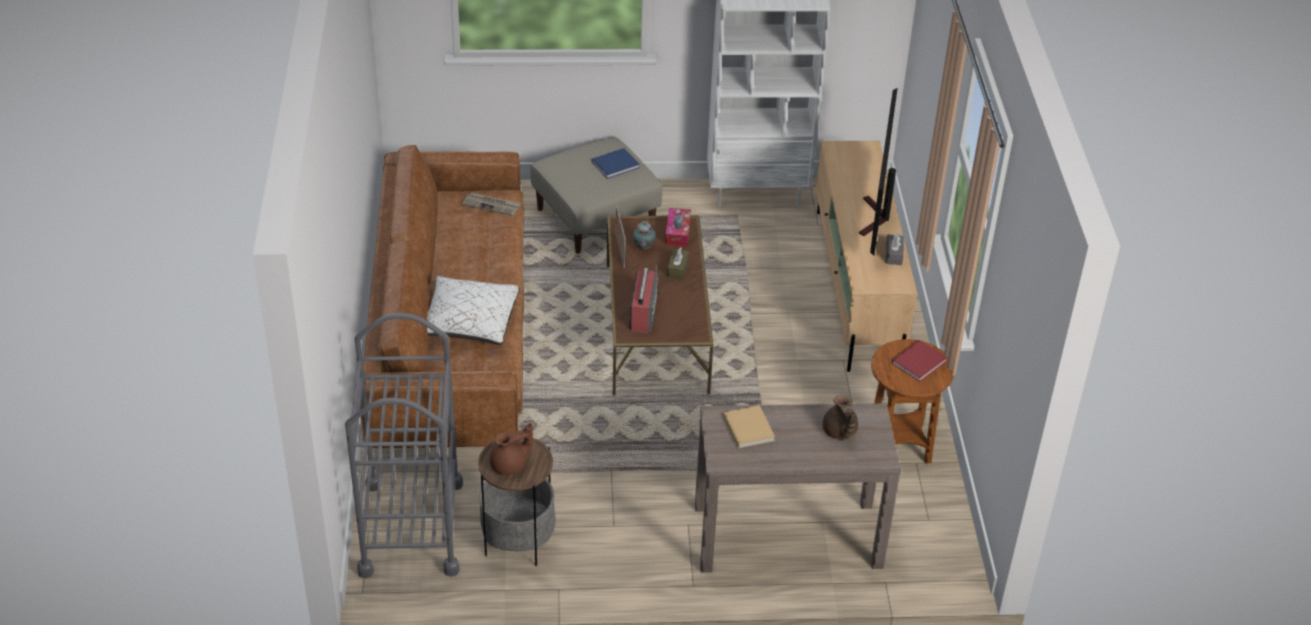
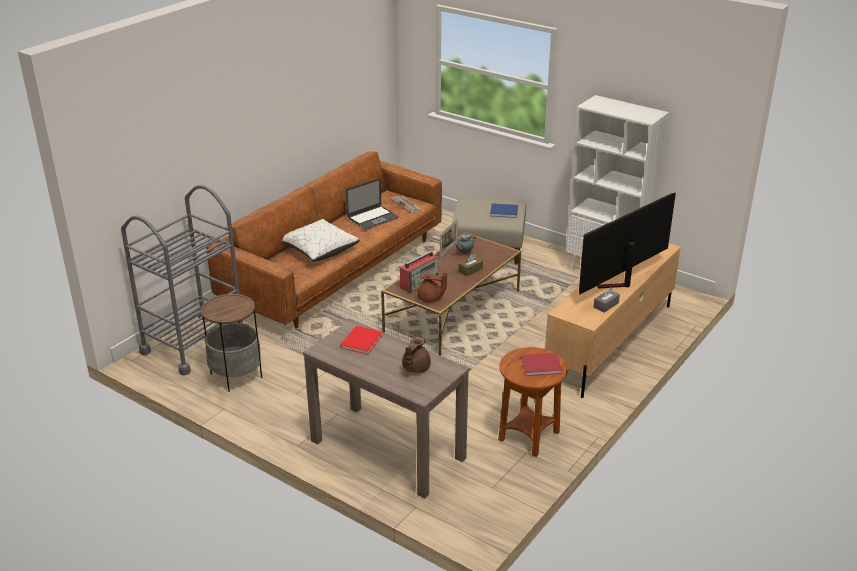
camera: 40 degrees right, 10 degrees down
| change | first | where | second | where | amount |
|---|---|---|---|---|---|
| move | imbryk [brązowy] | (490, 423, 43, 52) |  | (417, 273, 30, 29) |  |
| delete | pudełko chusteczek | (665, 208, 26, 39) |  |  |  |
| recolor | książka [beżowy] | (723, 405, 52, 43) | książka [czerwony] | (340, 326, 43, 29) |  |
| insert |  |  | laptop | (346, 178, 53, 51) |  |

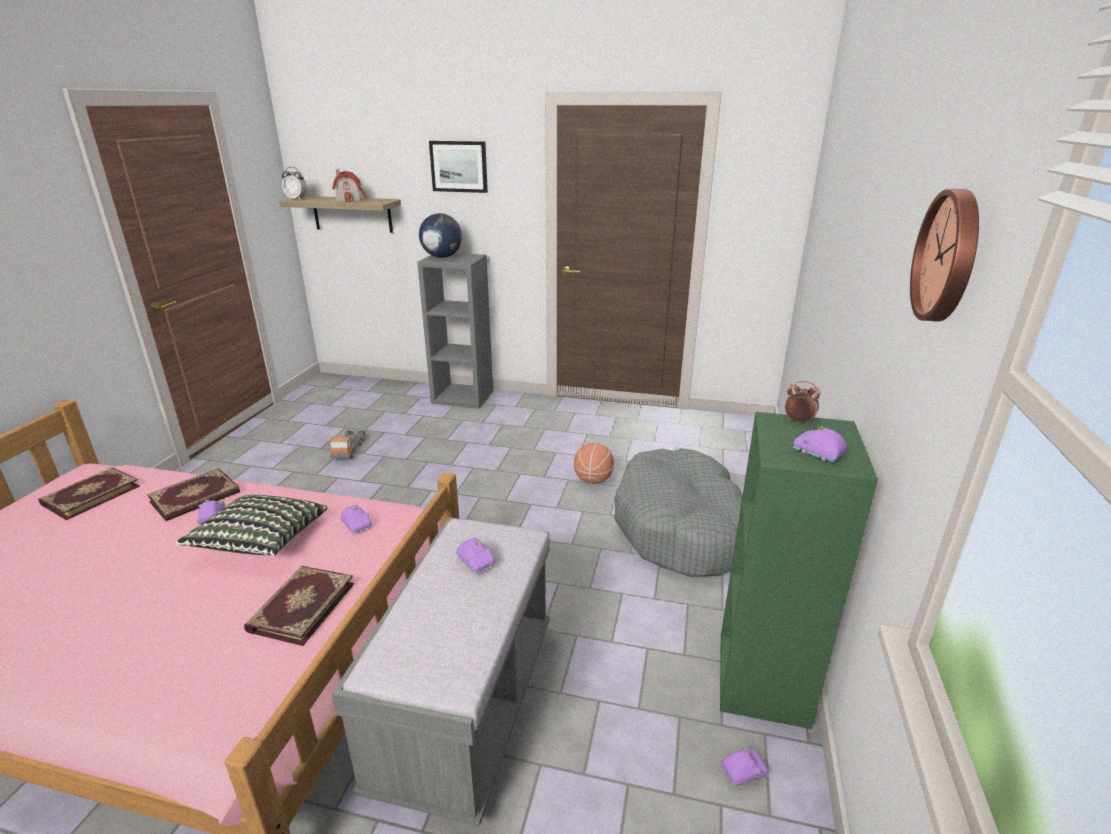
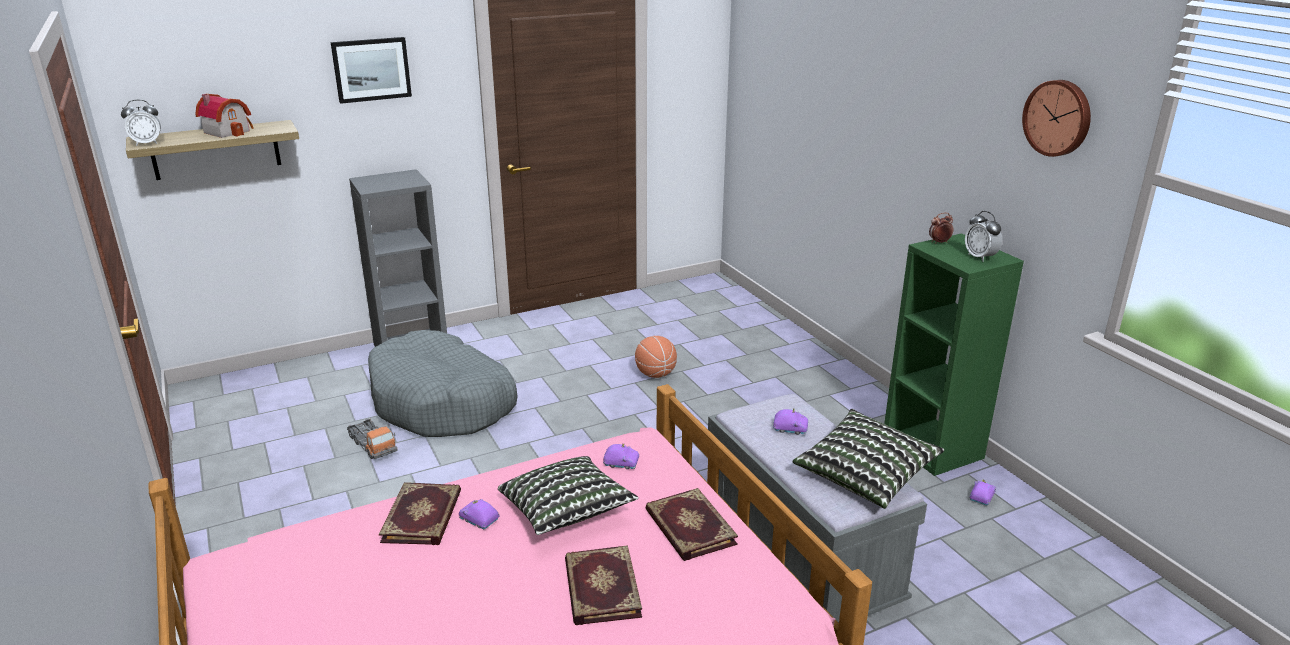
camera: 40 degrees left, 0 degrees up
| change | first | where | second | where | amount |
|---|---|---|---|---|---|
| move | książka | (38, 467, 102, 53) |  | (565, 545, 77, 80) |  |
| delete | globus | (419, 213, 43, 45) |  |  |  |
| move | legowisko [szary] | (614, 448, 129, 129) |  | (368, 330, 149, 107) |  |
| replace | samochodzik [fioletowy] | (793, 426, 54, 36) | budzik | (965, 211, 37, 51) |  |
| insert |  |  | poduszka | (793, 409, 151, 100) |  |

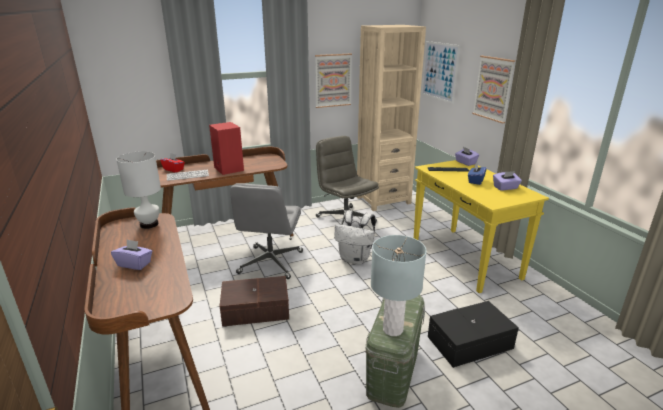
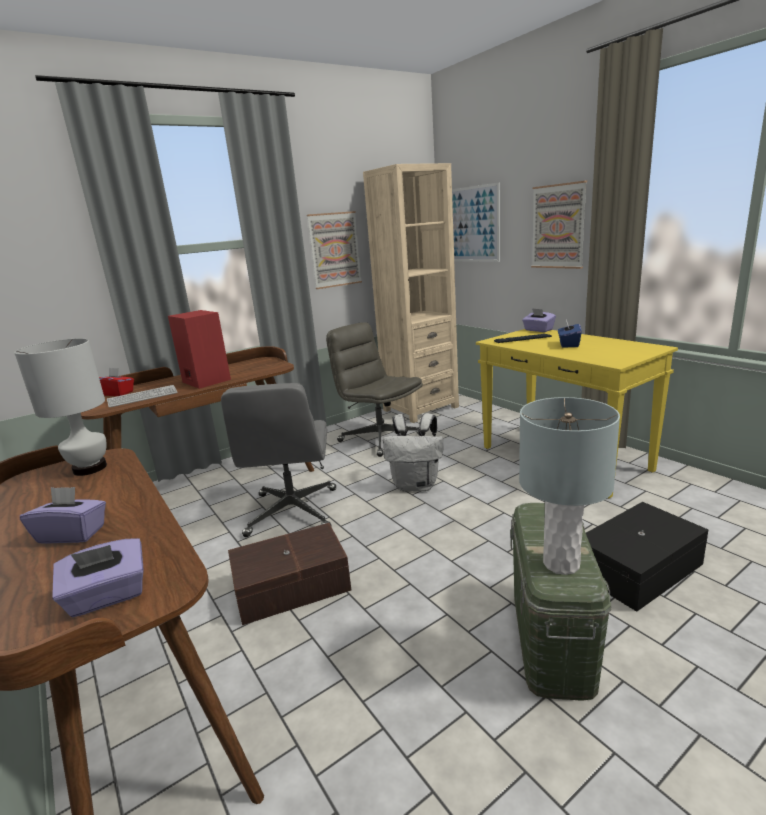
camera: 10 degrees left, 5 degrees down
| change | first | where | second | where | amount |
|---|---|---|---|---|---|
| move | pudełko chusteczek [fioletowy] | (493, 171, 29, 20) |  | (52, 538, 92, 79) |  |

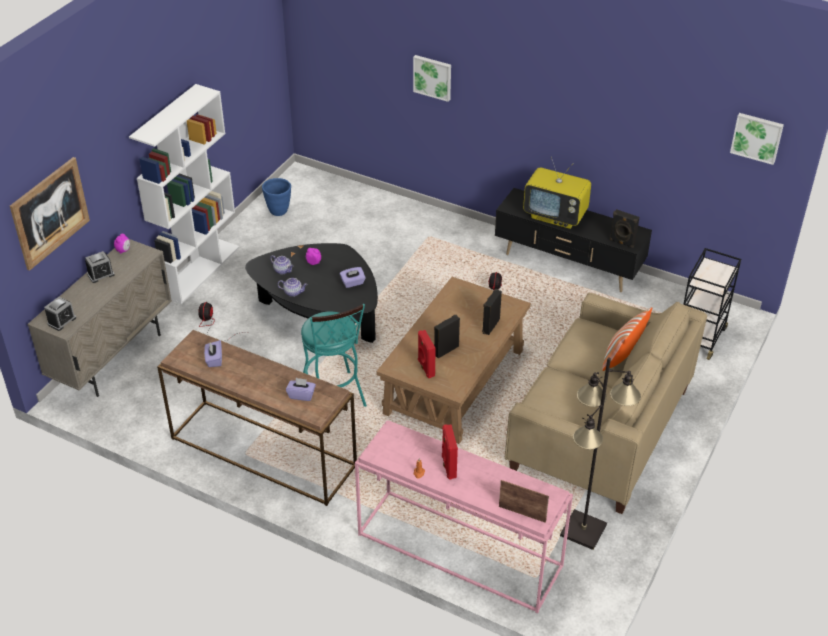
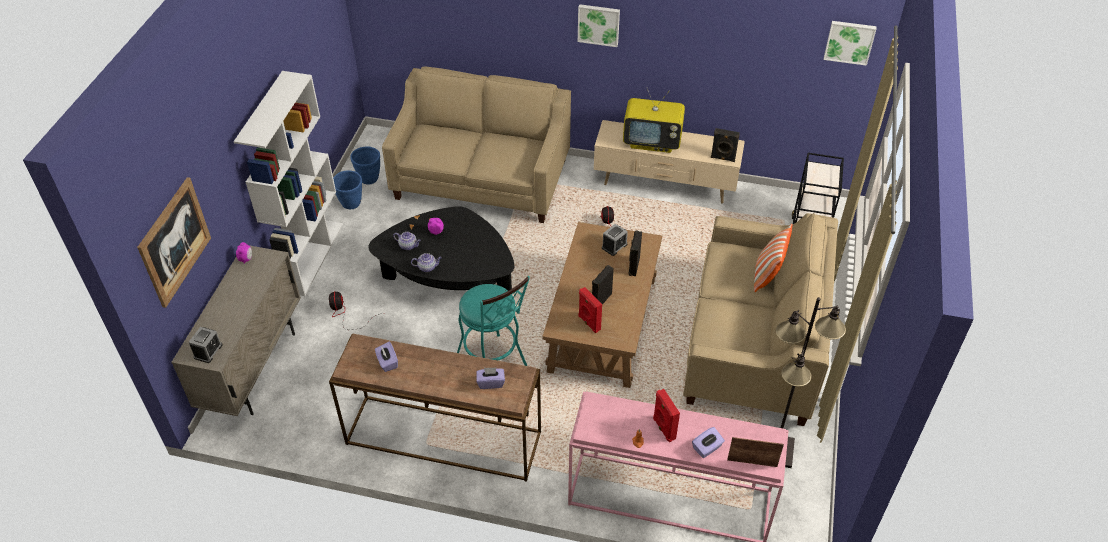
camera: 15 degrees left, 5 degrees up
| change | first | where | second | where | amount |
|---|---|---|---|---|---|
| move | budzik | (85, 251, 30, 32) |  | (602, 224, 26, 32) |  |
| move | pudełko chusteczek [fioletowy] | (340, 267, 26, 21) |  | (692, 427, 33, 31) |  |
| move | obraz | (413, 55, 38, 47) |  | (578, 4, 42, 43) |  |
| recolor | szafka pod telewizor [czarny] | (495, 188, 157, 104) | szafka pod telewizor [beżowy] | (594, 120, 151, 84) |  |
| insert |  |  | donica [niebieski] | (333, 170, 29, 39) |  |
| insert |  |  | kanapa [beżowy] | (382, 67, 189, 156) |  |

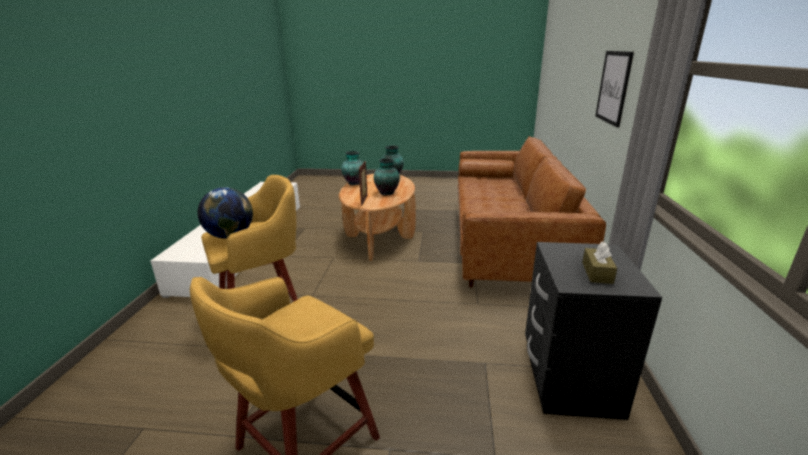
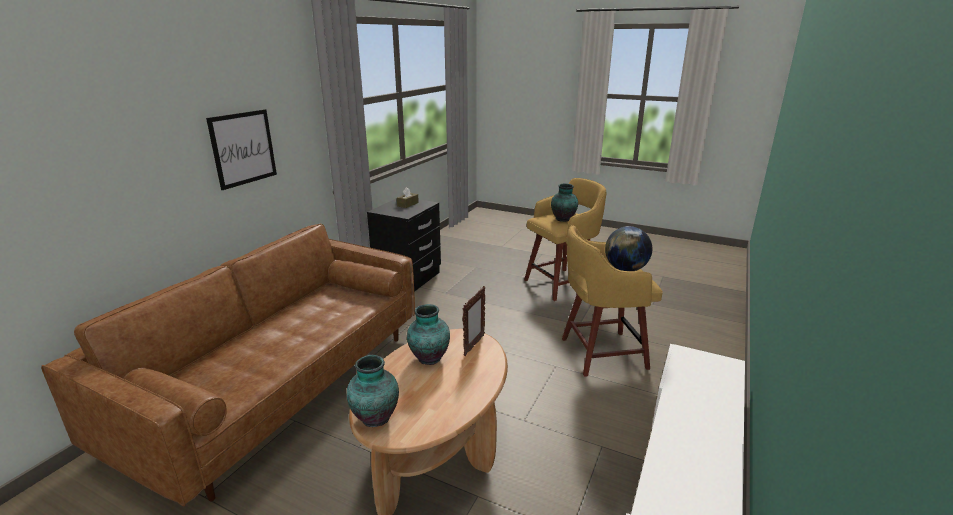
camera: 160 degrees left, 0 degrees up
| change | first | where | second | where | amount |
|---|---|---|---|---|---|
| move | wazon | (341, 151, 22, 34) |  | (551, 184, 27, 38) |  |

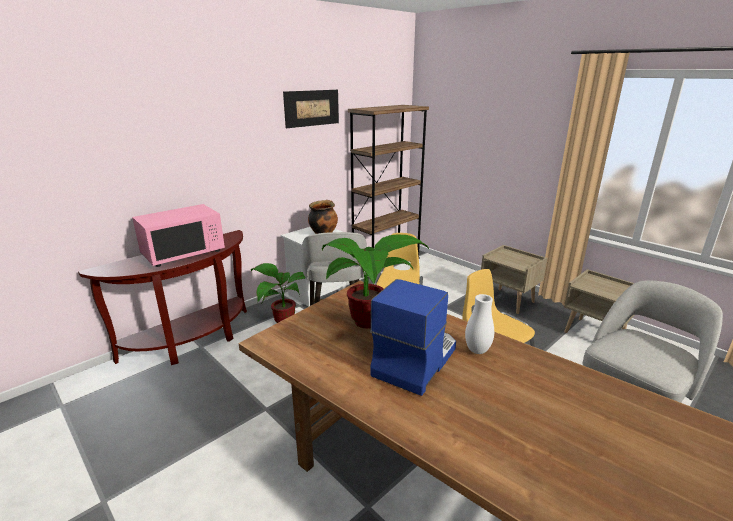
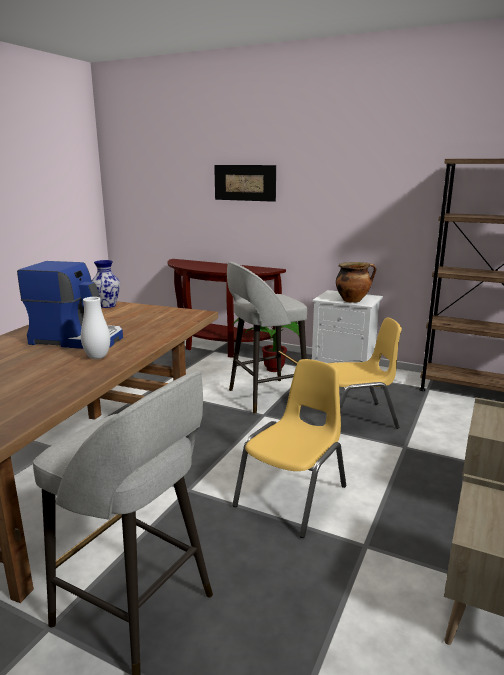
camera: 70 degrees right, 5 degrees down
| change | first | where | second | where | amount |
|---|---|---|---|---|---|
| delete | mikrofalówka [różowy] | (132, 204, 93, 63) |  |  |  |
| move | obraz | (283, 90, 56, 38) |  | (214, 165, 62, 37) |  |
| delete | roślina doniczkowa | (322, 235, 107, 93) |  |  |  |
| insert |  |  | wazon | (92, 260, 28, 48) |  |

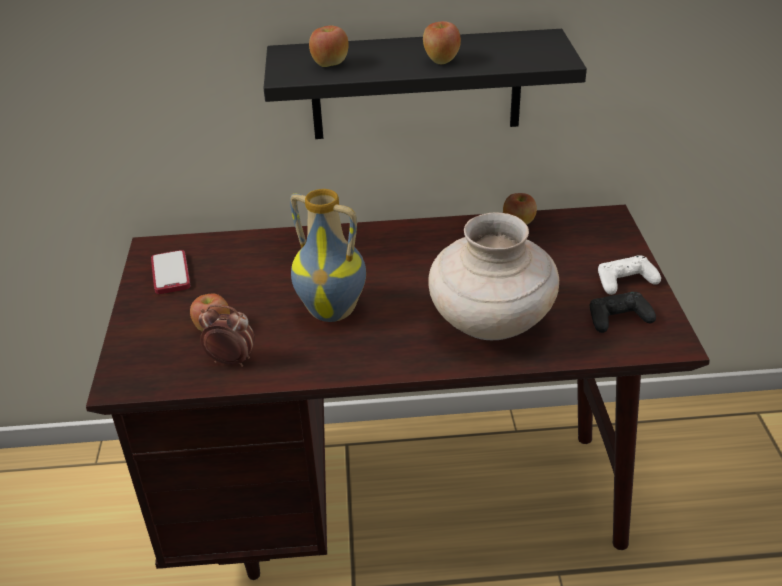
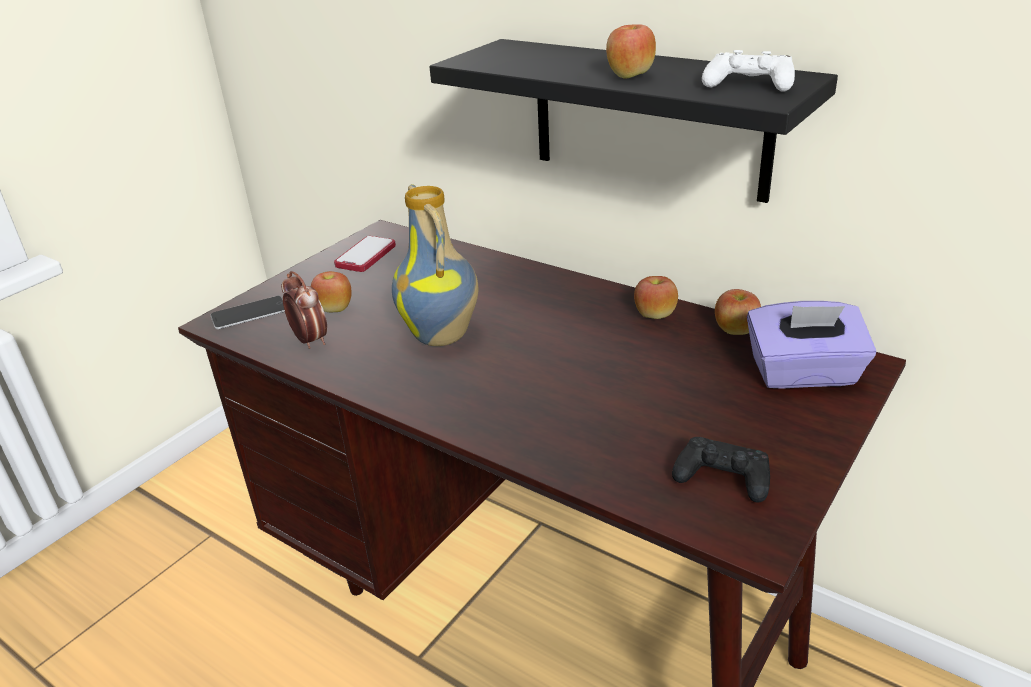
camera: 40 degrees right, 5 degrees down
| change | first | where | second | where | amount |
|---|---|---|---|---|---|
| move | jabłko | (309, 25, 39, 42) |  | (634, 276, 44, 43) |  |
| delete | wazon [beżowy] | (428, 212, 131, 128) |  |  |  |
| move | pad do gier [biały] | (598, 256, 63, 39) |  | (702, 50, 93, 42) |  |
| insert |  |  | telefon | (210, 296, 75, 33) |  |
| insert |  |  | pudełko chusteczek [fioletowy] | (747, 301, 129, 88) |  |

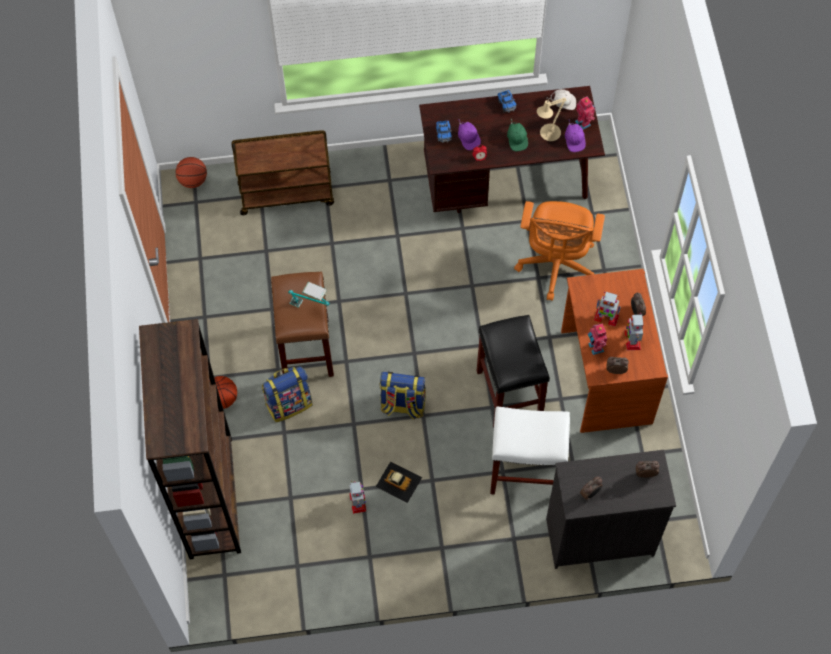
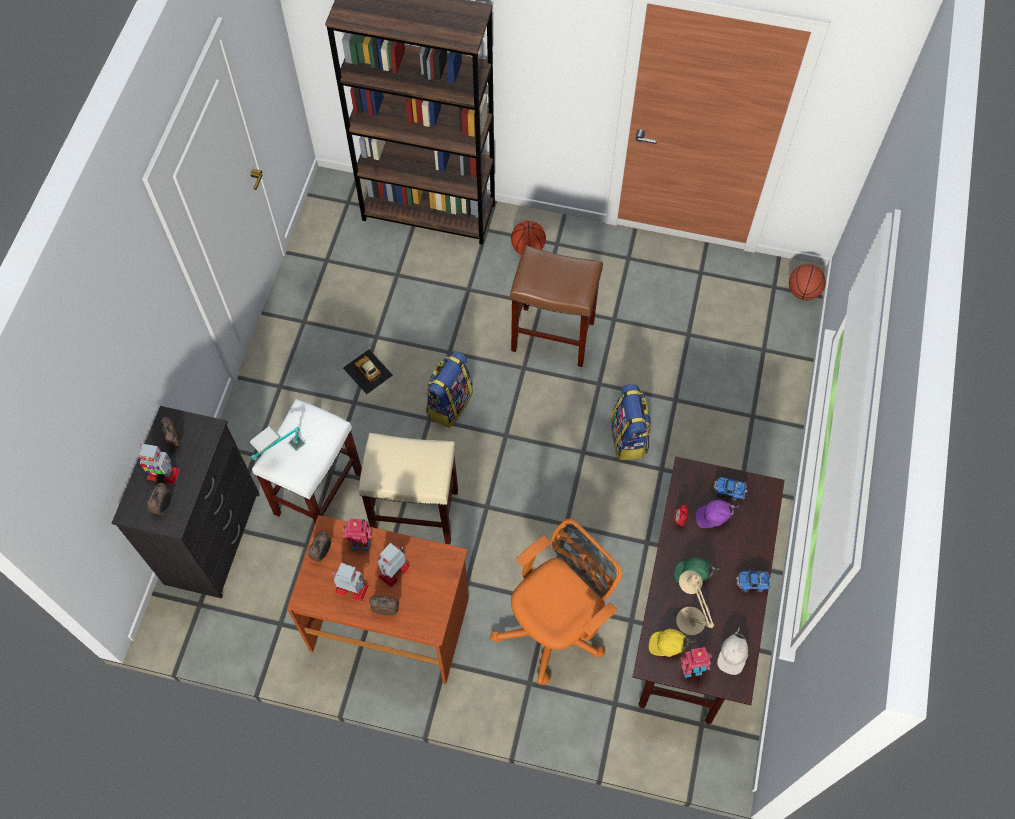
camera: 110 degrees right, 0 degrees up
| change | first | where | second | where | amount |
|---|---|---|---|---|---|
| delete | wózek [brązowy] | (231, 130, 103, 85) |  |  |  |
| move | plecak | (262, 366, 50, 56) |  | (610, 384, 41, 76) |  |
| move | lampa stołowa | (288, 282, 42, 26) |  | (250, 426, 55, 34) |  |
| move | robot zabawkowy | (350, 481, 16, 33) |  | (138, 444, 42, 40) |  |
| rotate | samochodzik | (376, 461, 46, 42) |  | (343, 350, 50, 44) | 90 degrees clockwise |
| recolor | stołek [czarny] | (477, 315, 73, 112) | stołek [beżowy] | (358, 433, 100, 111) |  |
| rotate | krzesło biurowe [pomarańczowy] | (514, 201, 91, 100) |  | (490, 519, 132, 166) | 105 degrees clockwise |
| recolor | czapka z daszkiem [fioletowy] | (565, 119, 21, 33) | czapka z daszkiem [żółty] | (649, 629, 46, 28) |  |

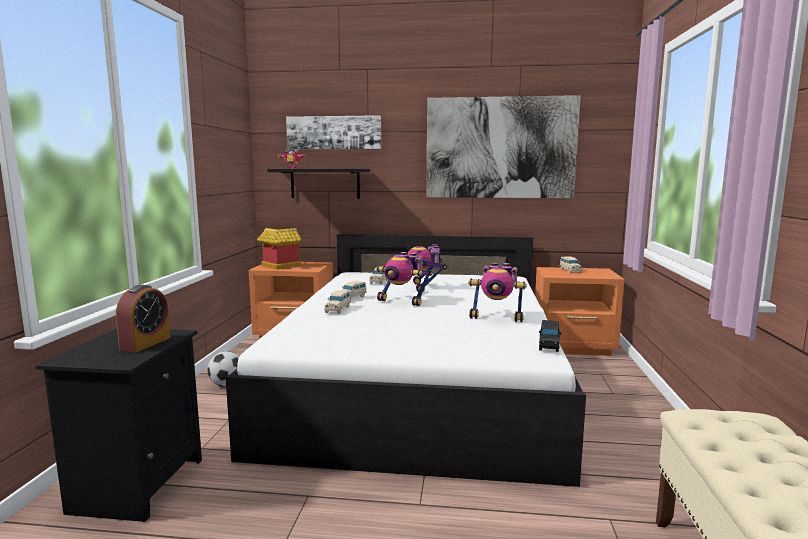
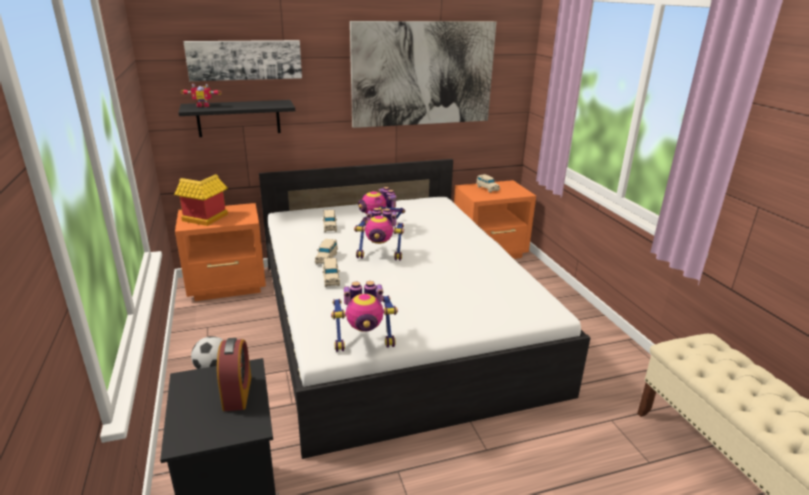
camera: 25 degrees left, 15 degrees up
| change | first | where | second | where | amount |
|---|---|---|---|---|---|
| move | robot zabawkowy | (468, 263, 59, 59) |  | (331, 281, 67, 71) |  |
| delete | samochodzik [czarny] | (539, 320, 22, 32) |  |  |  |

